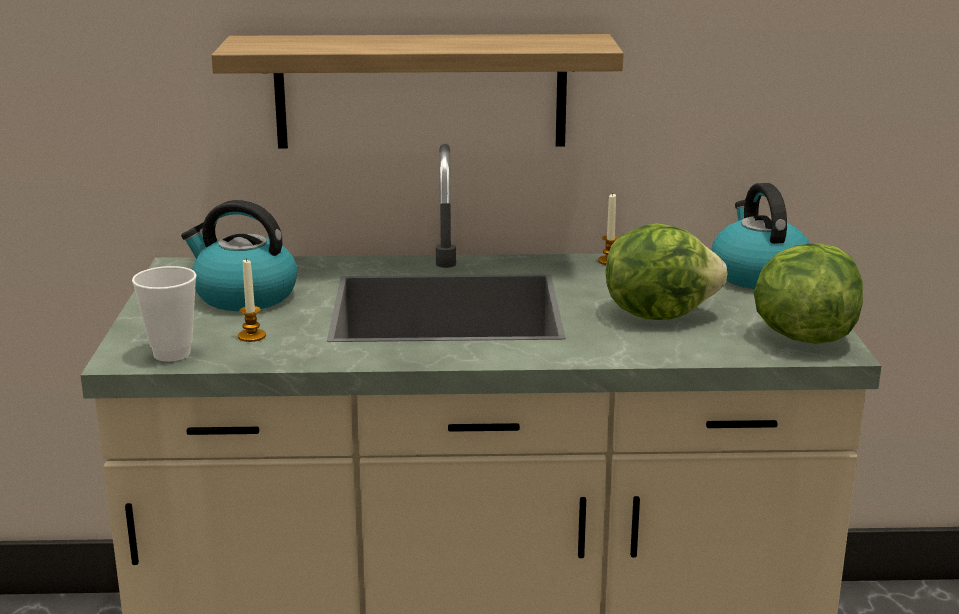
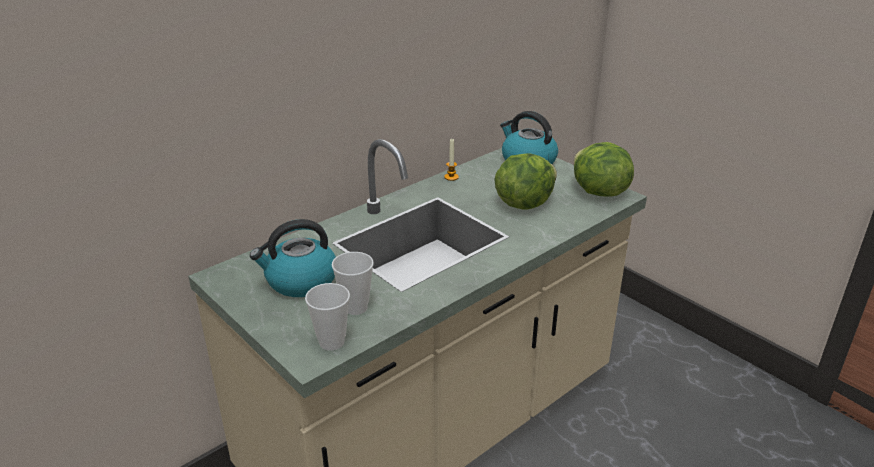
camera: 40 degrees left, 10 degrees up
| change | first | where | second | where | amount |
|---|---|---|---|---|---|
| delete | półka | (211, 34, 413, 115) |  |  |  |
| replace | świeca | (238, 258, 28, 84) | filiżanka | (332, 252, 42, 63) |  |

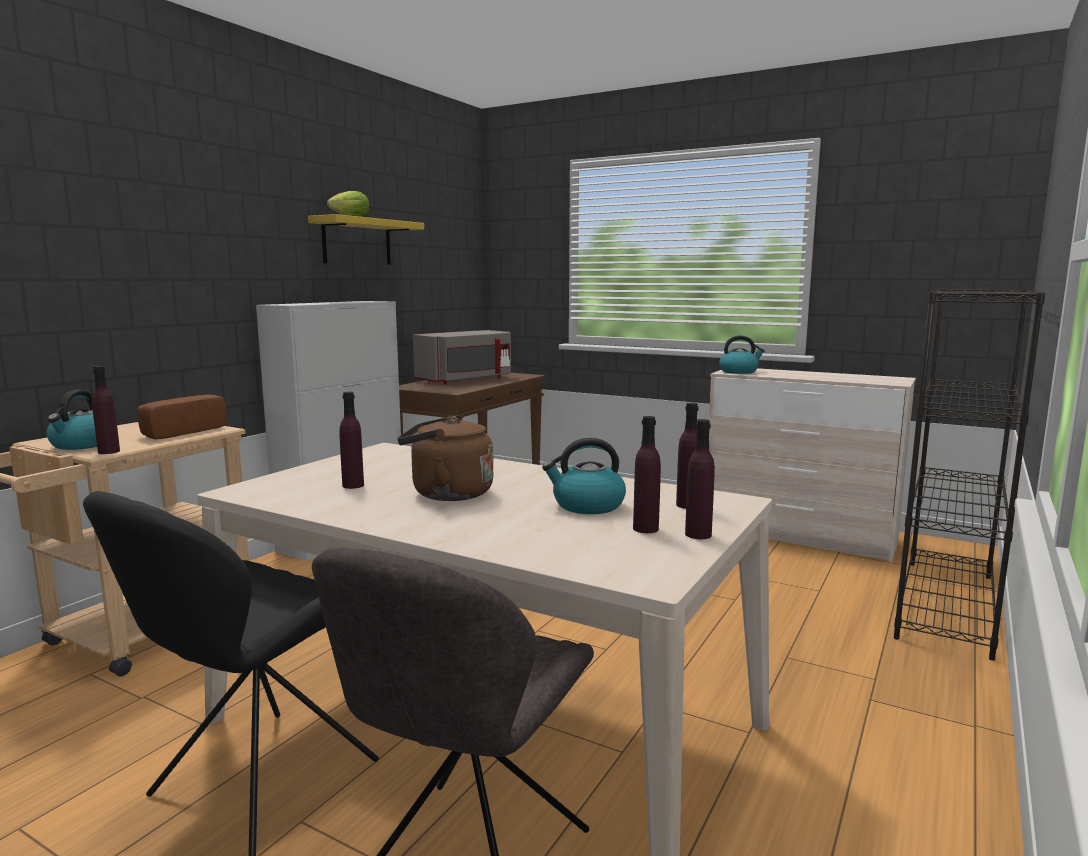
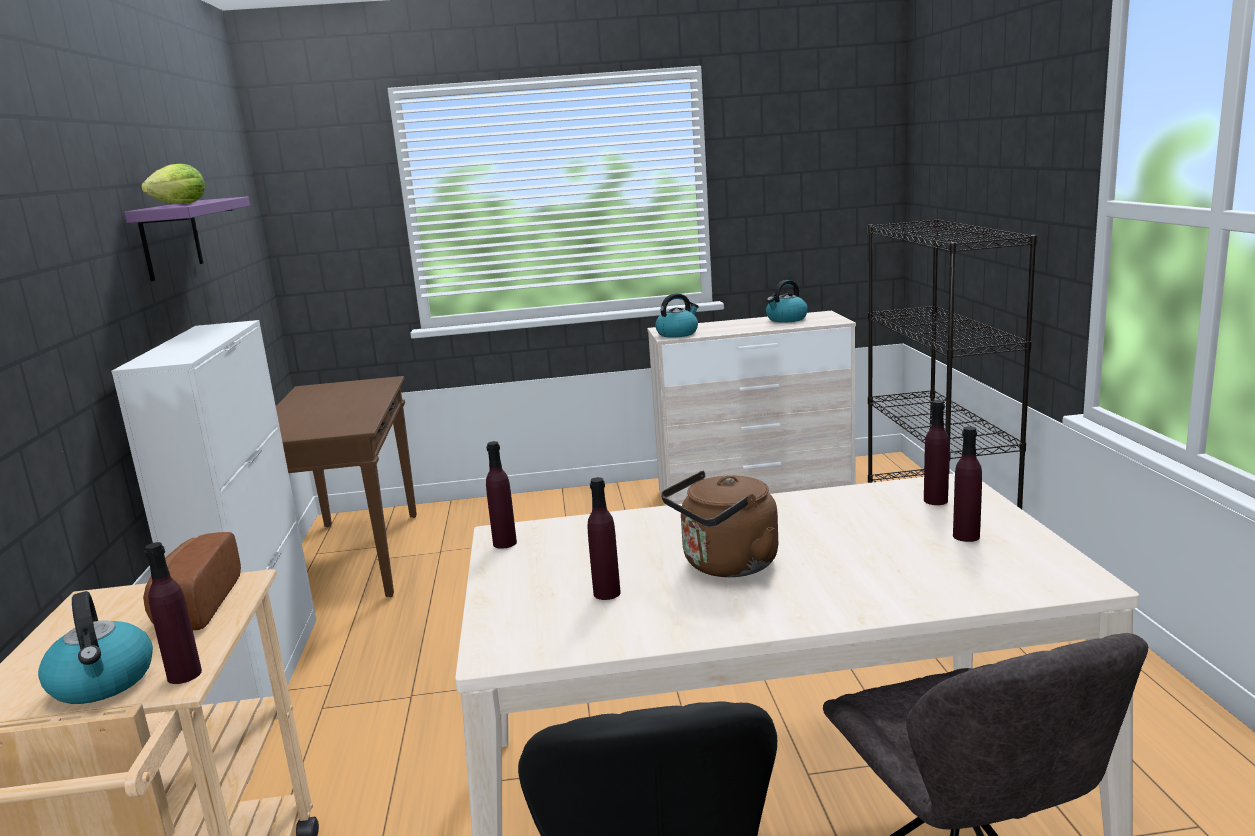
camera: 35 degrees left, 5 degrees up
| change | first | where | second | where | amount |
|---|---|---|---|---|---|
| recolor | półka [żółty] | (308, 214, 116, 51) | półka [fioletowy] | (124, 196, 126, 85) |  |
| delete | mikrofalówka [szary] | (413, 330, 98, 54) |  |  |  |
| move | czajnik | (542, 438, 84, 76) |  | (766, 280, 42, 43) |  |
| move | butelka [fioletowy] | (685, 419, 30, 120) |  | (486, 441, 31, 108) |  |

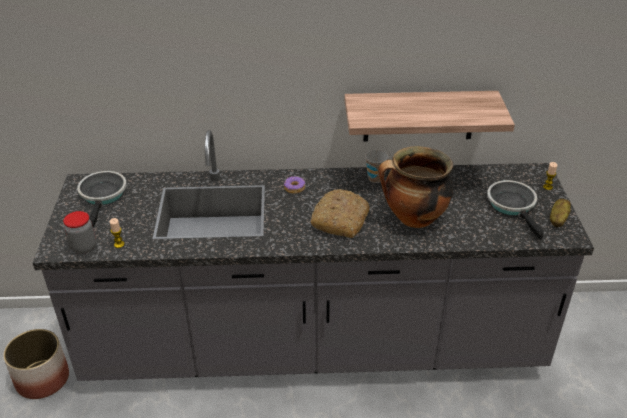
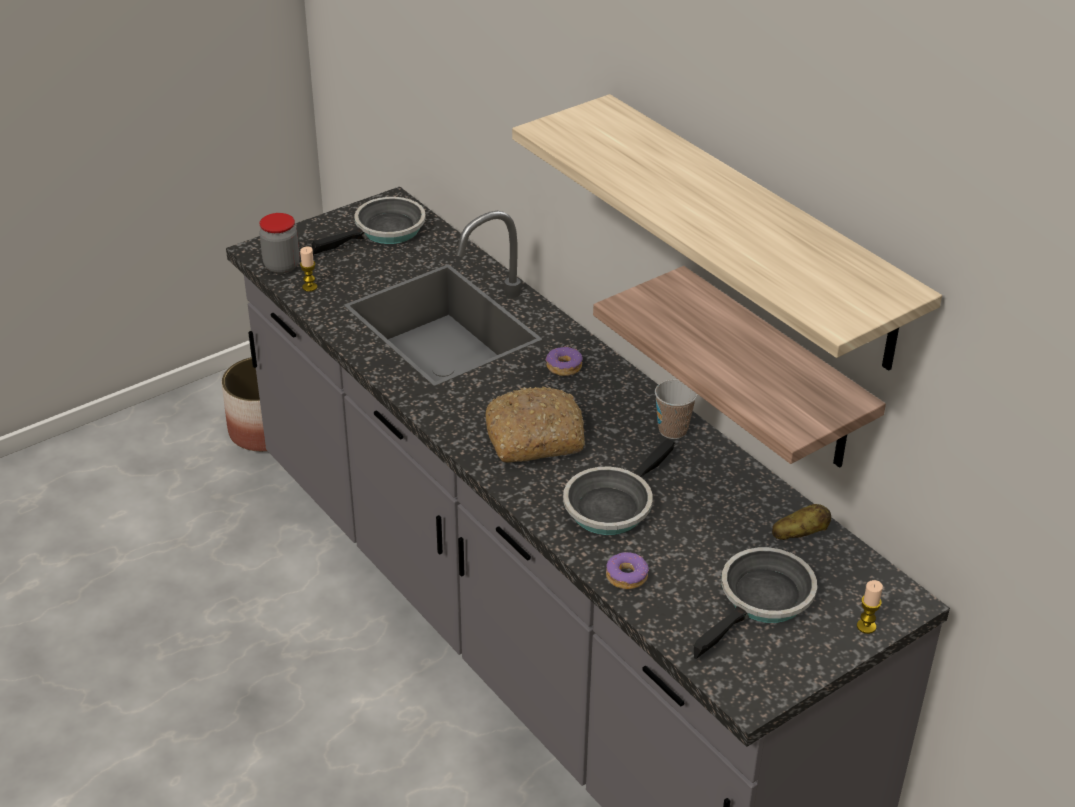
camera: 55 degrees right, 0 degrees up
| change | first | where | second | where | amount |
|---|---|---|---|---|---|
| replace | garnek | (378, 146, 75, 82) | patelnia | (563, 439, 112, 96) |  |
| move | ziemniak | (550, 199, 21, 28) |  | (772, 504, 59, 36) |  |
| insert |  |  | półka | (512, 94, 430, 277) |  |
| insert |  |  | donut | (606, 552, 43, 37) |  |

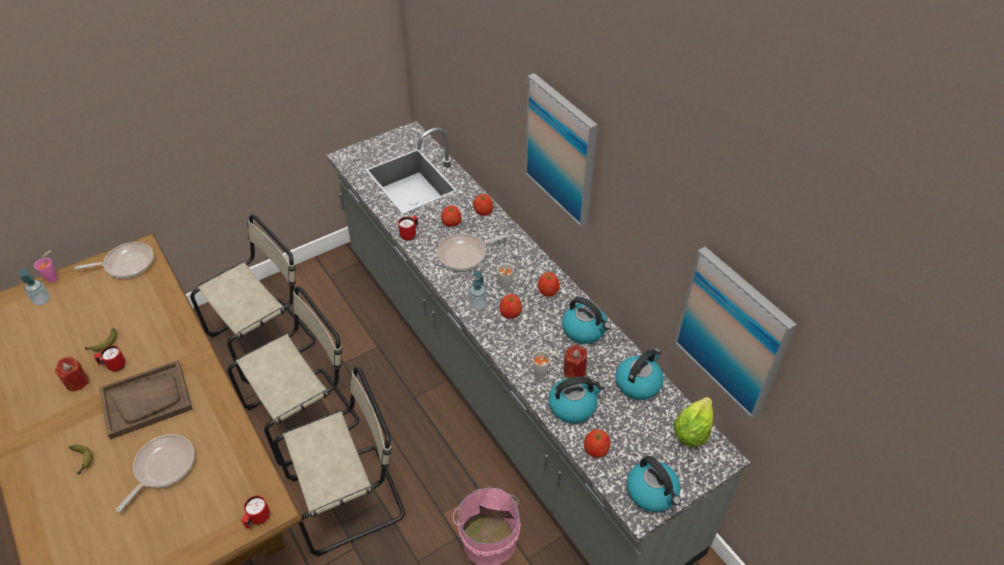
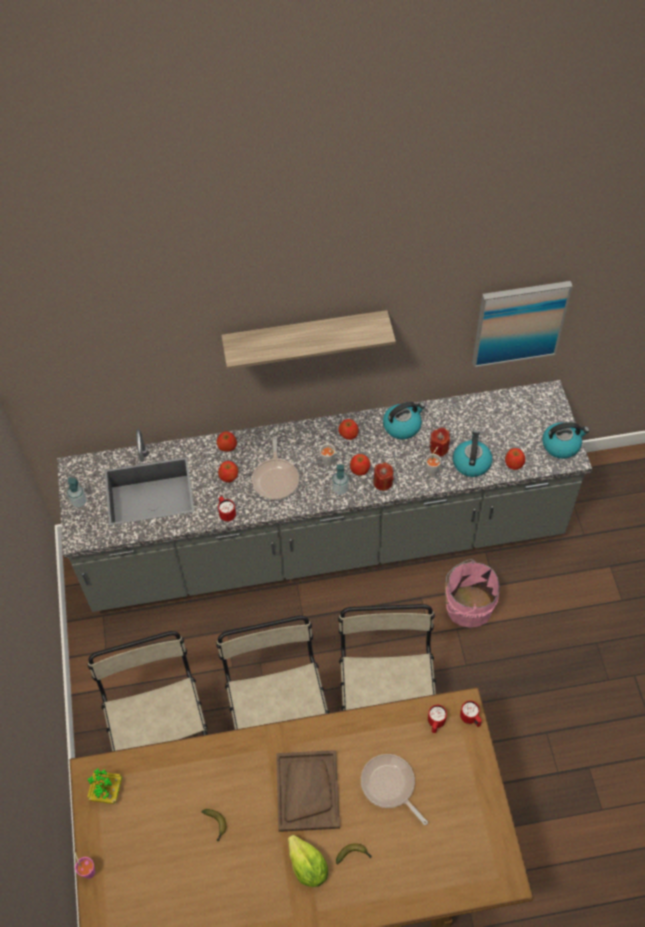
camera: 65 degrees left, 10 degrees up
| change | first | where | second | where | amount |
|---|---|---|---|---|---|
| move | dozownik mydła | (19, 268, 31, 37) |  | (67, 477, 20, 31) |  |
| move | świeca [czerwony] | (55, 356, 34, 36) |  | (373, 463, 21, 28) |  |
| replace | patelnia | (75, 242, 79, 36) | roślina doniczkowa | (87, 768, 35, 36) |  |
| move | kubek [czerwony] | (94, 345, 32, 26) |  | (428, 705, 19, 28) |  |
| replace | obraz | (525, 73, 73, 154) | półka | (221, 310, 175, 59) |  |
| delete | czajnik | (615, 348, 49, 52) |  |  |  |
| move | sałata | (674, 397, 39, 50) |  | (288, 835, 40, 52) |  |

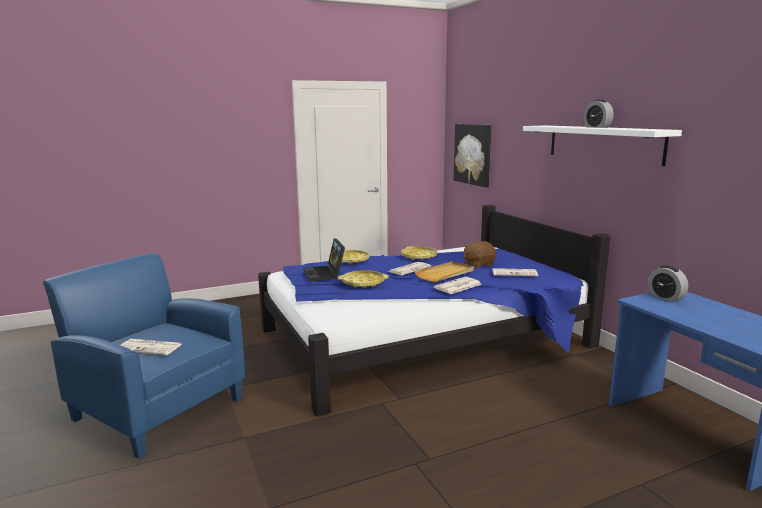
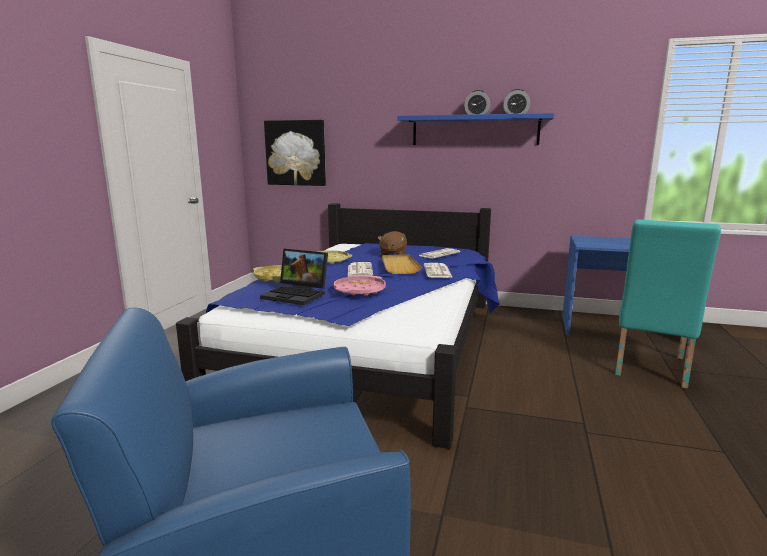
camera: 50 degrees left, 0 degrees up
| change | first | where | second | where | amount |
|---|---|---|---|---|---|
| delete | gazeta | (121, 339, 61, 16) |  |  |  |
| recolor | taca [żółty] | (338, 270, 50, 18) | taca [różowy] | (334, 276, 52, 20) |  |
| recolor | półka [biały] | (523, 125, 159, 41) | półka [niebieski] | (398, 113, 156, 32) |  |
| move | budzik | (648, 265, 40, 37) |  | (503, 89, 27, 25) |  |
| insert |  |  | krzesło [turkusowy] | (615, 219, 106, 170) |  |

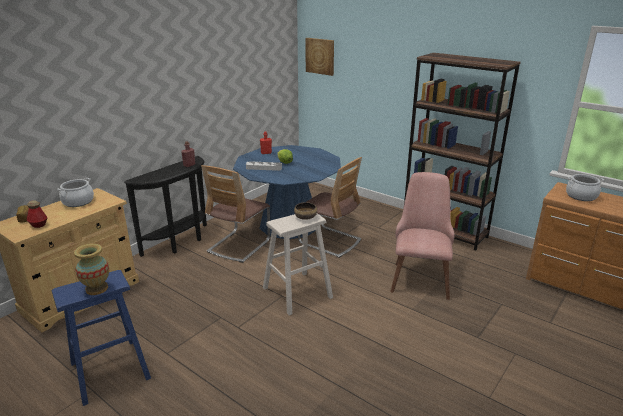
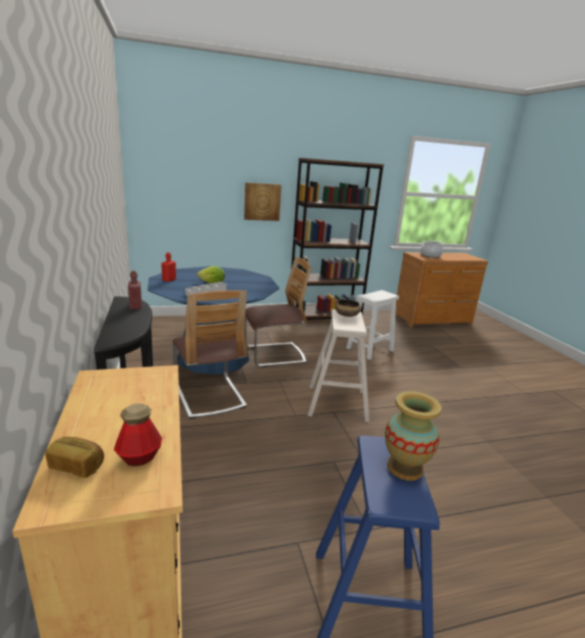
camera: 55 degrees left, 5 degrees down
| change | first | where | second | where | amount |
|---|---|---|---|---|---|
| delete | garnek | (58, 178, 36, 29) |  |  |  |
| move | obraz | (305, 38, 29, 38) |  | (244, 183, 37, 38) |  |
| replace | krzesło [różowy] | (390, 172, 65, 128) | stołek [biały] | (346, 290, 53, 70) |  |

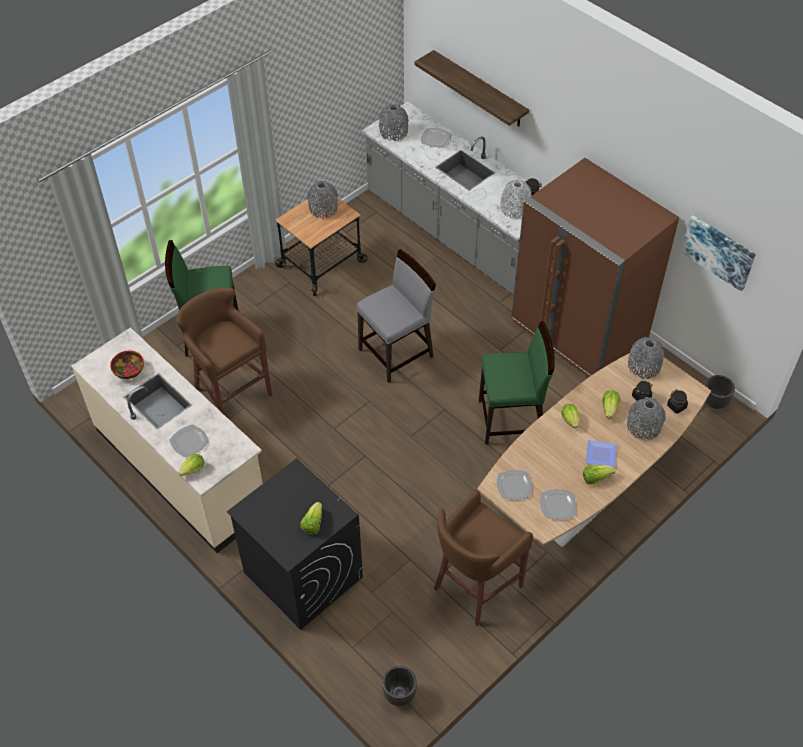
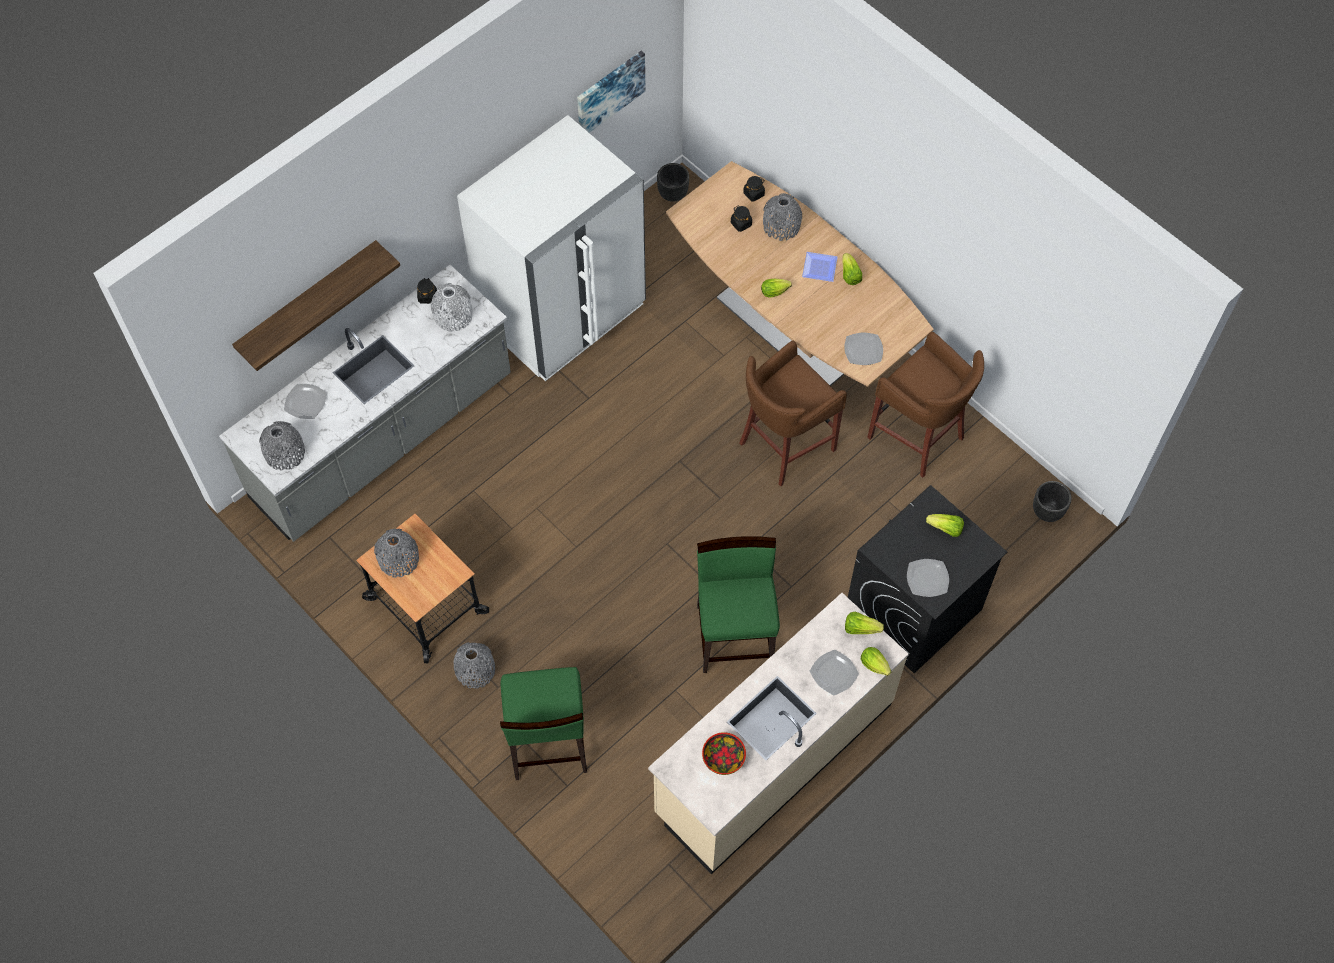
camera: 90 degrees left, 10 degrees up
| change | first | where | second | where | amount |
|---|---|---|---|---|---|
| move | stołek [brązowy] | (176, 288, 96, 126) |  | (739, 341, 108, 145) |  |
| delete | krzesło [szary] | (356, 249, 80, 134) |  |  |  |
| move | krzesło [zielony] | (479, 321, 76, 123) |  | (697, 536, 83, 137) |  |
| recolor | lodówka [brązowy] | (512, 158, 167, 220) | lodówka [biały] | (457, 115, 189, 266) |  |
| move | talerz | (540, 489, 36, 31) |  | (907, 559, 42, 38) |  |
| move | sałata | (602, 390, 18, 29) |  | (845, 612, 39, 22) |  |
| move | wazon [szary] | (628, 337, 36, 42) |  | (454, 642, 41, 47) |  |

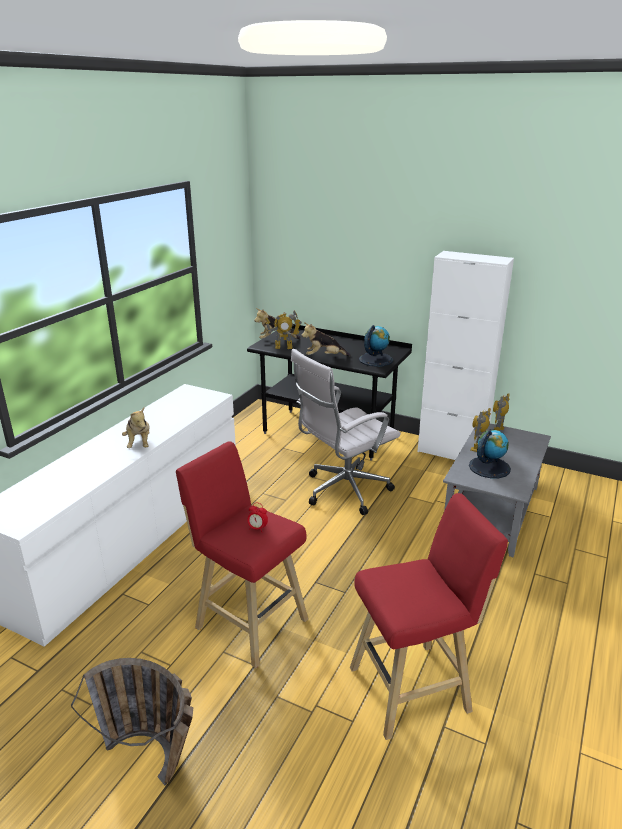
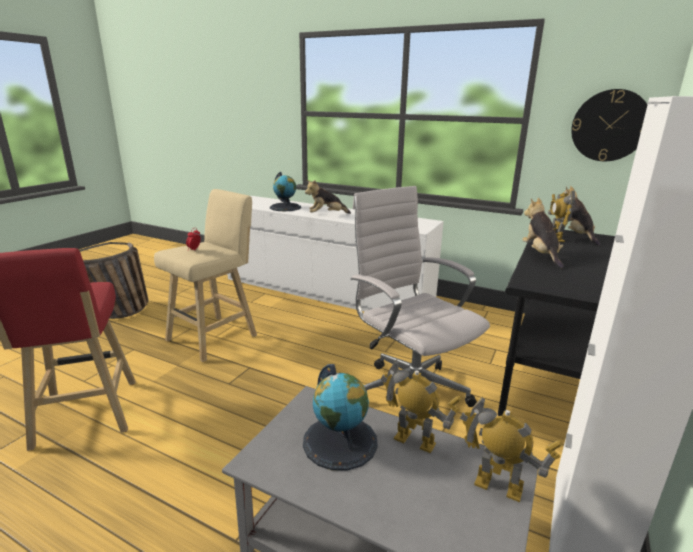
camera: 90 degrees right, 5 degrees down
| change | first | where | second | where | amount |
|---|---|---|---|---|---|
| recolor | stołek [czerwony] | (176, 441, 132, 227) | stołek [beżowy] | (154, 189, 103, 173) |  |
| move | globus | (359, 325, 34, 42) |  | (270, 172, 31, 39) |  |
| insert |  |  | zegar ścienny | (571, 89, 76, 72) |  |

